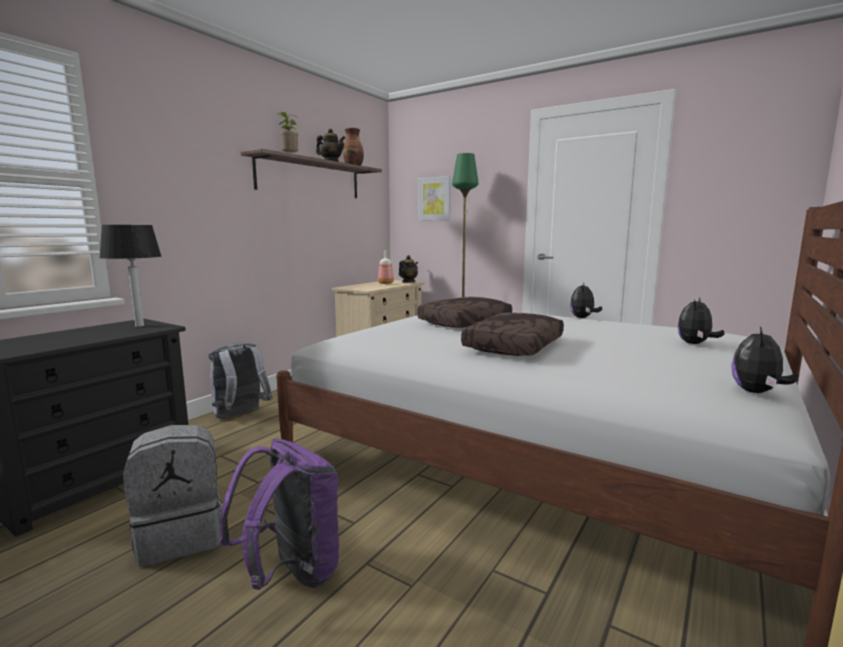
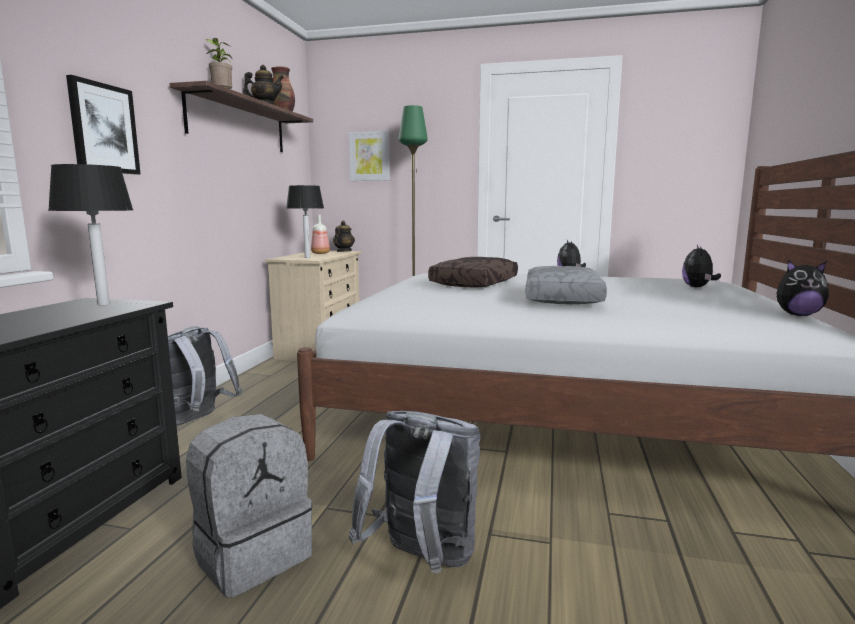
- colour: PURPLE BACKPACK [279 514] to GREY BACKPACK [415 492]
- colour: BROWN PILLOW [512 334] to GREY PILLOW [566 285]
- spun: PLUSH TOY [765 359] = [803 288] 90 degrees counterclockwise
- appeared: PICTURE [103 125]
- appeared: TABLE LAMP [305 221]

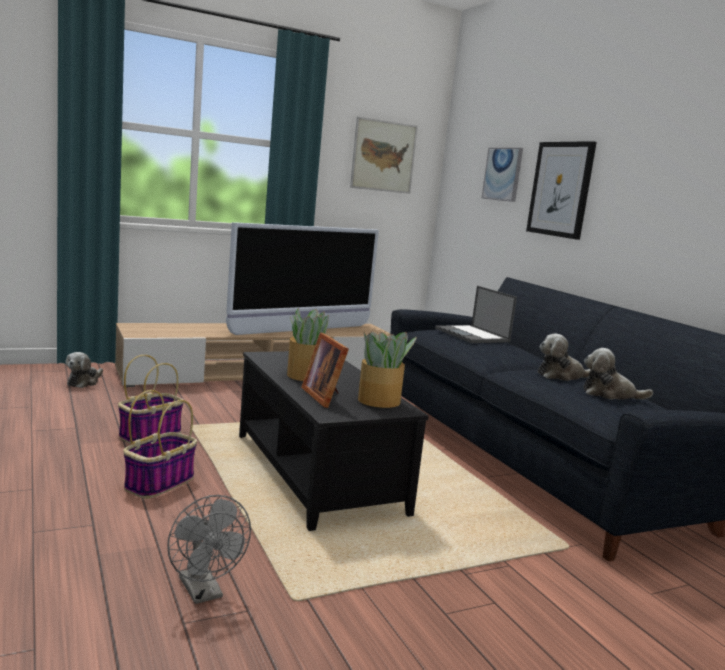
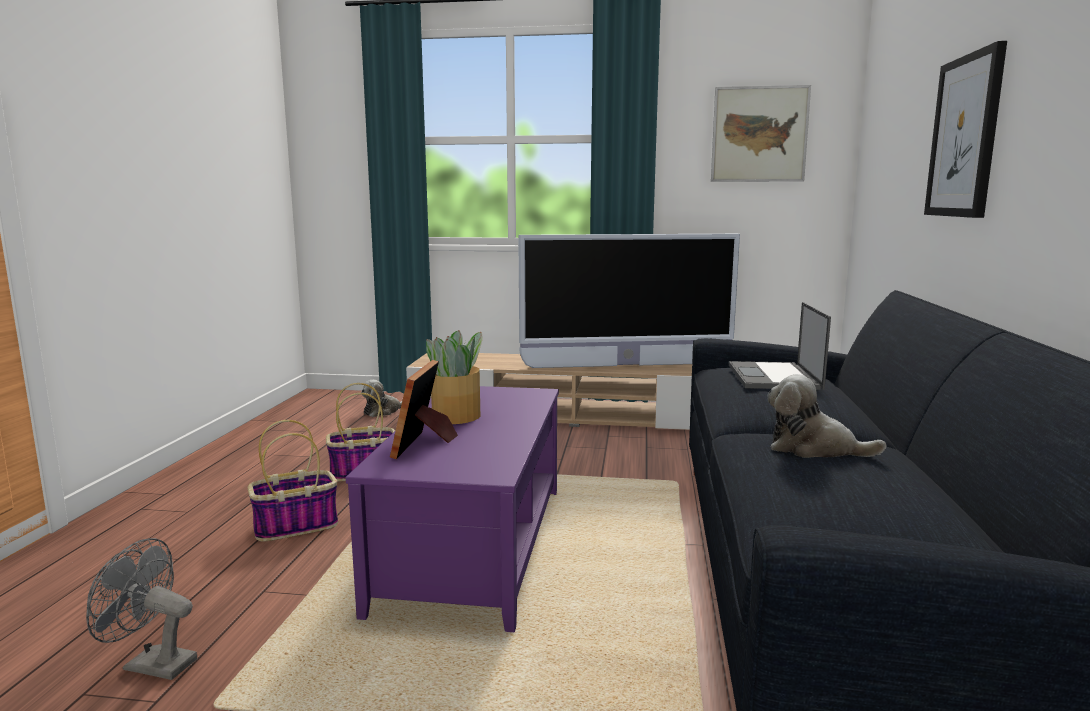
- spun: GREY FAN [209 549] = [141 609] 105 degrees clockwise
- colour: BLACK COFFEE TABLE [334 441] to PURPLE COFFEE TABLE [452 509]
- missing: POTTED PLANT [387 369]
- missing: PICTURE [502 175]
- missing: PLUSH TOY [618 374]

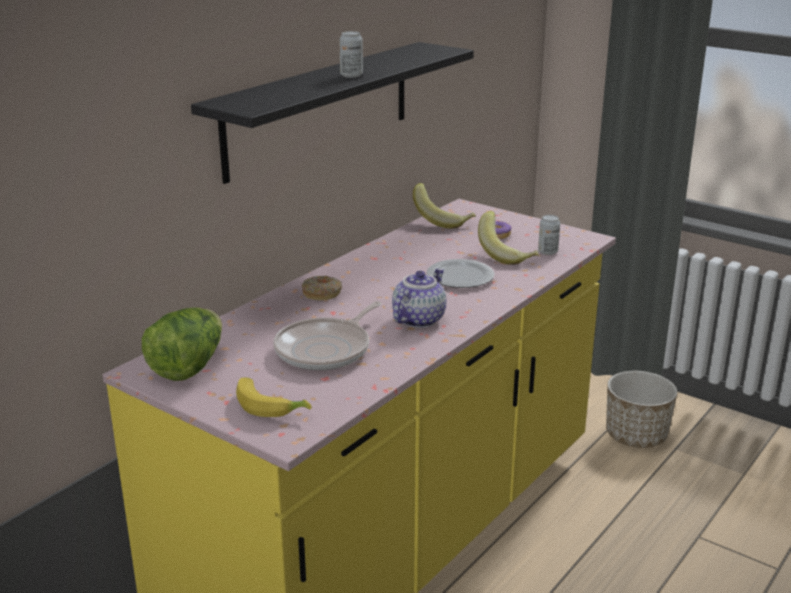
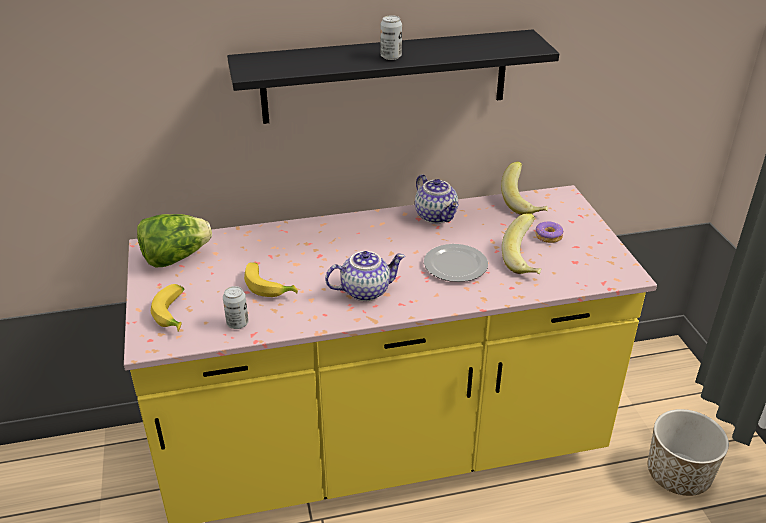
- exchanged: FRYING PAN [327 335] to BANANA [271 279]
- missing: DONUT [322 288]
- relocated: CAN [549 235] to [236 307]
- appeared: TEAPOT [437 199]

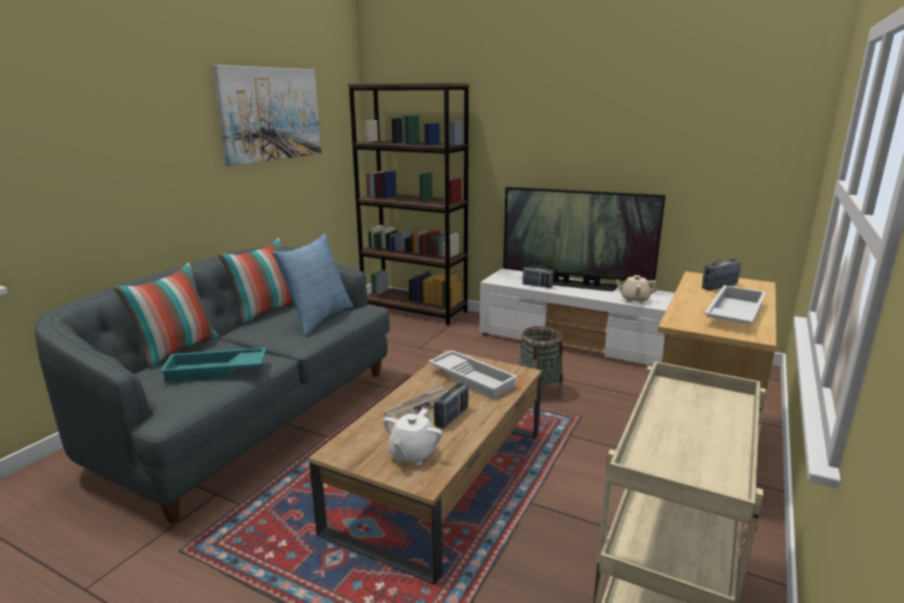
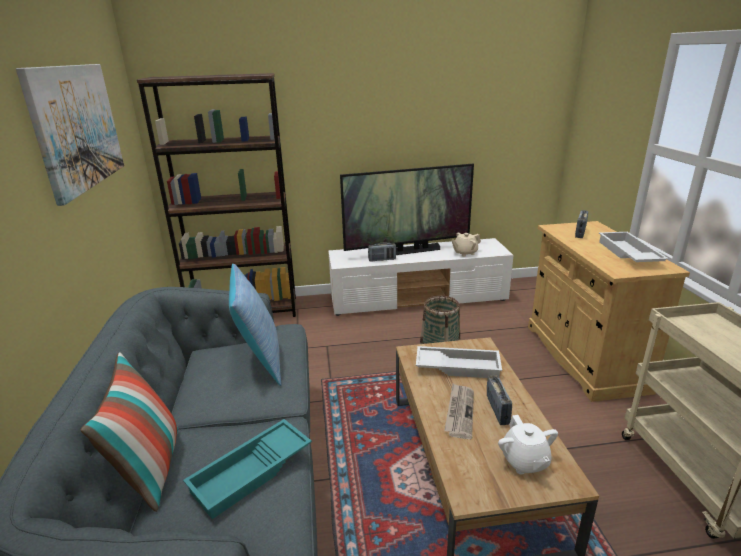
- missing: PILLOW [256 281]

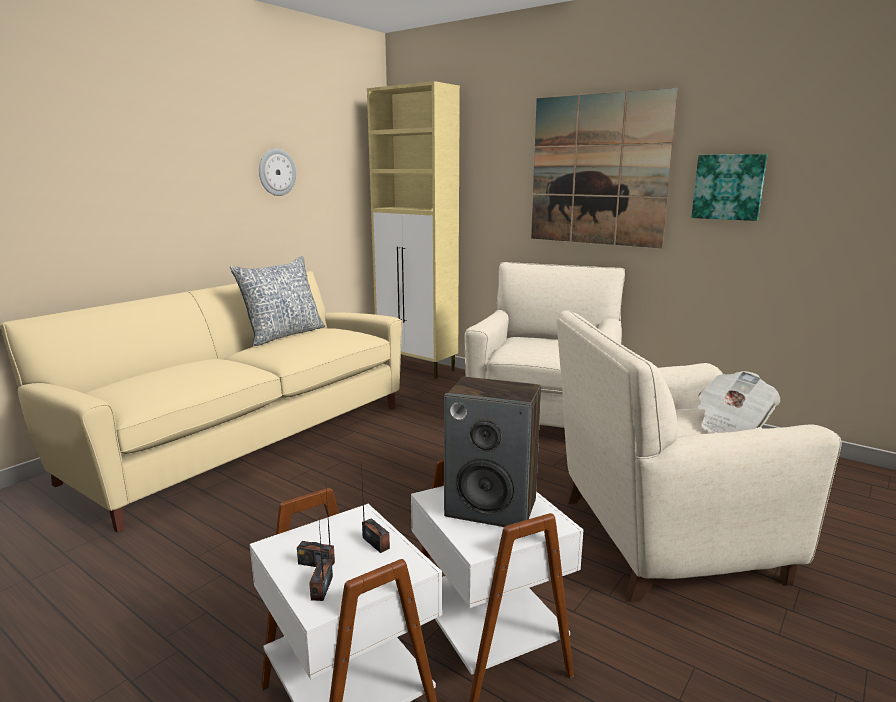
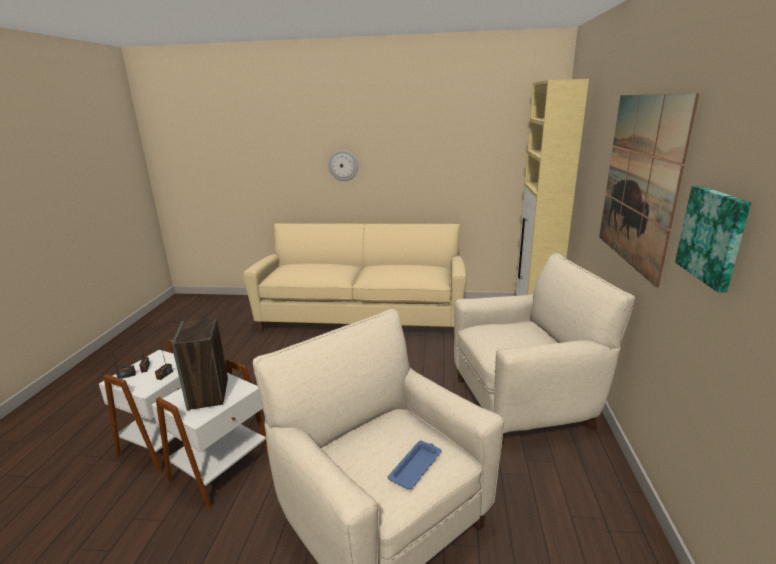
- missing: PILLOW [277 301]
- relocated: WALL CLOCK [277 172] to [343 165]
- exchanged: NEWSPAPER [739 402] to BLUE TRAY [414 465]

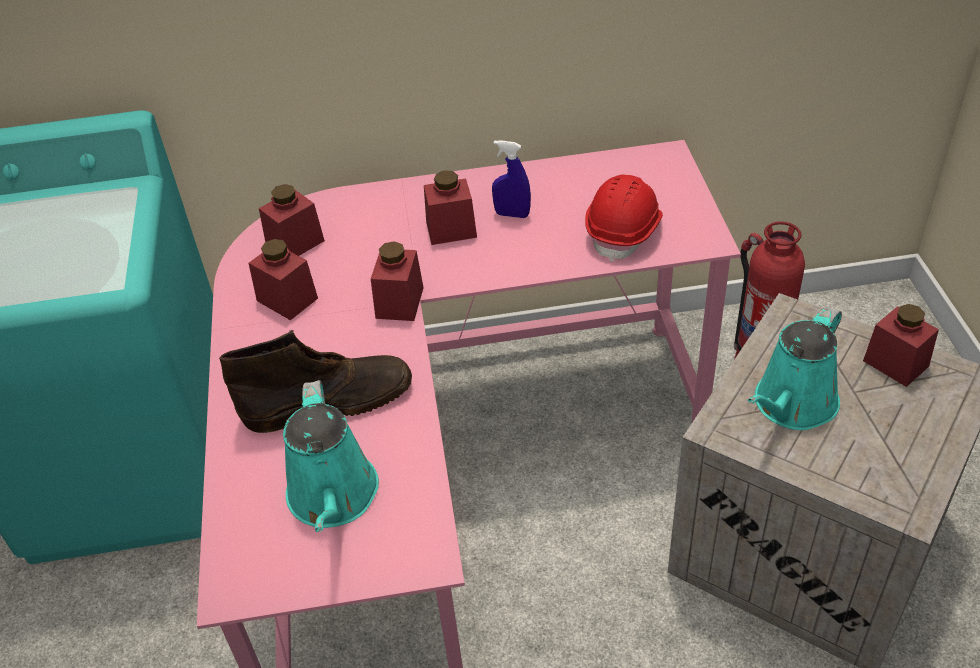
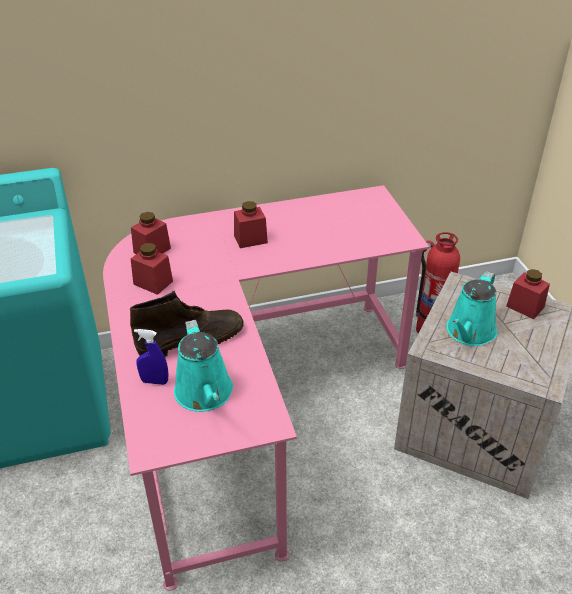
- missing: RED JAR [397 281]
- relocated: BLUE SPRAY BOTTLE [511 179] to [151 357]
- missing: RED HARD HAT [624 218]

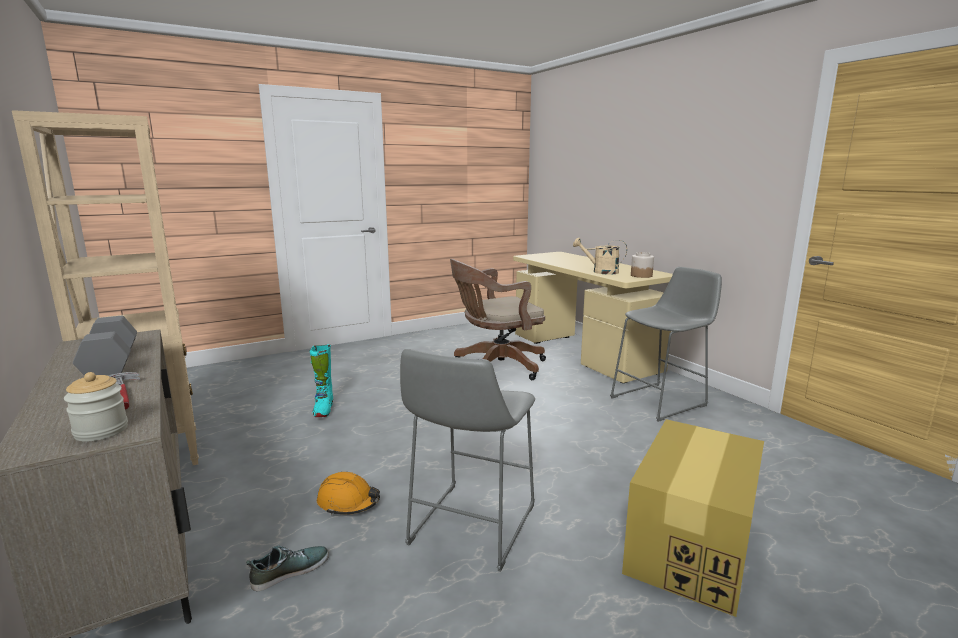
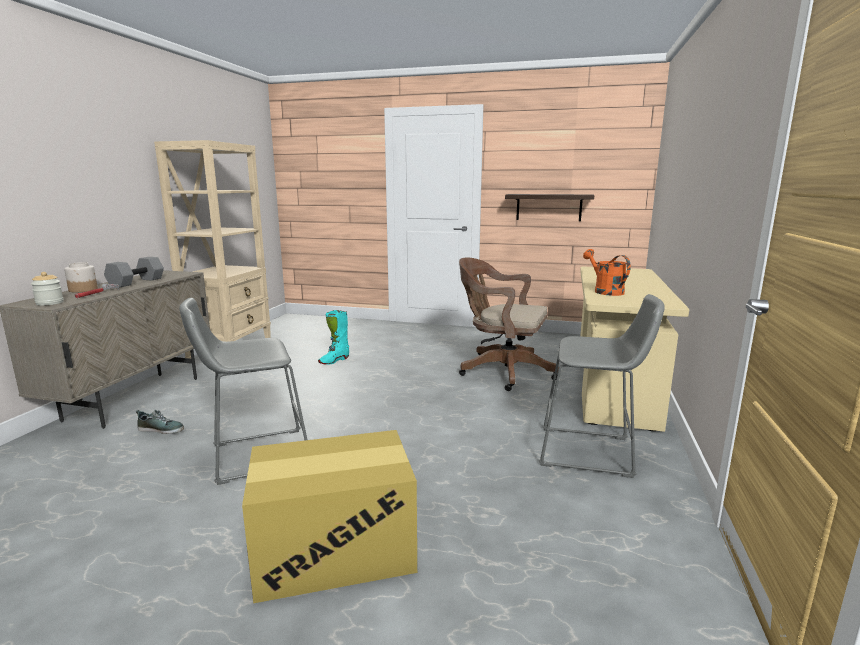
- missing: ORANGE HARD HAT [348 493]
- colour: BEIGE WATERING CAN [600 256] to ORANGE WATERING CAN [607 272]
- relocated: JAR [642 265] to [81 277]
- appeared: SHELF [549 207]

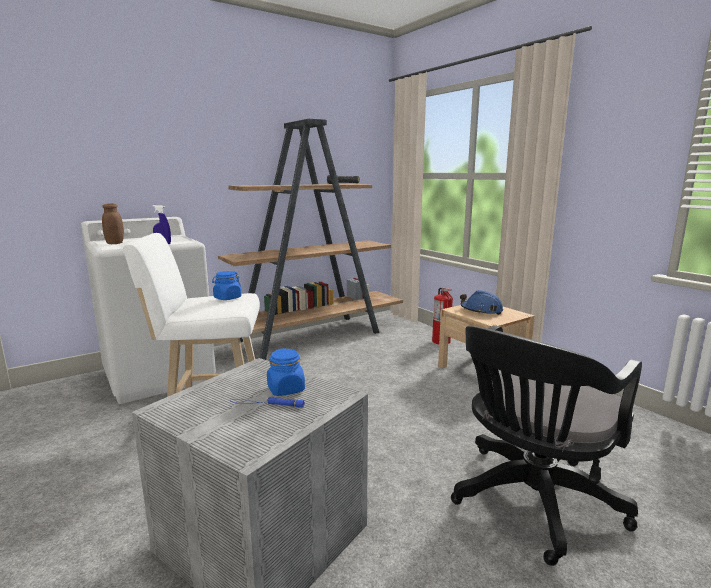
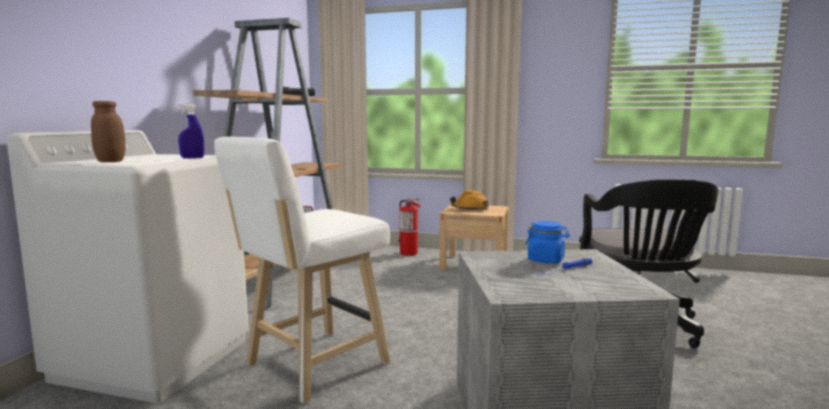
- missing: BLUE JAR [227 285]
- colour: BLUE HARD HAT [481 302] to ORANGE HARD HAT [469 200]

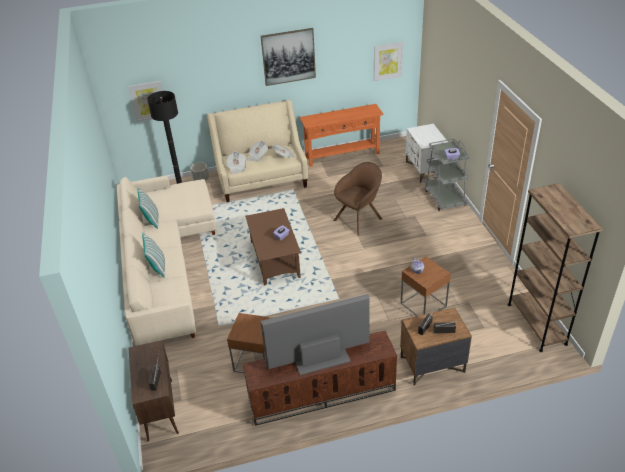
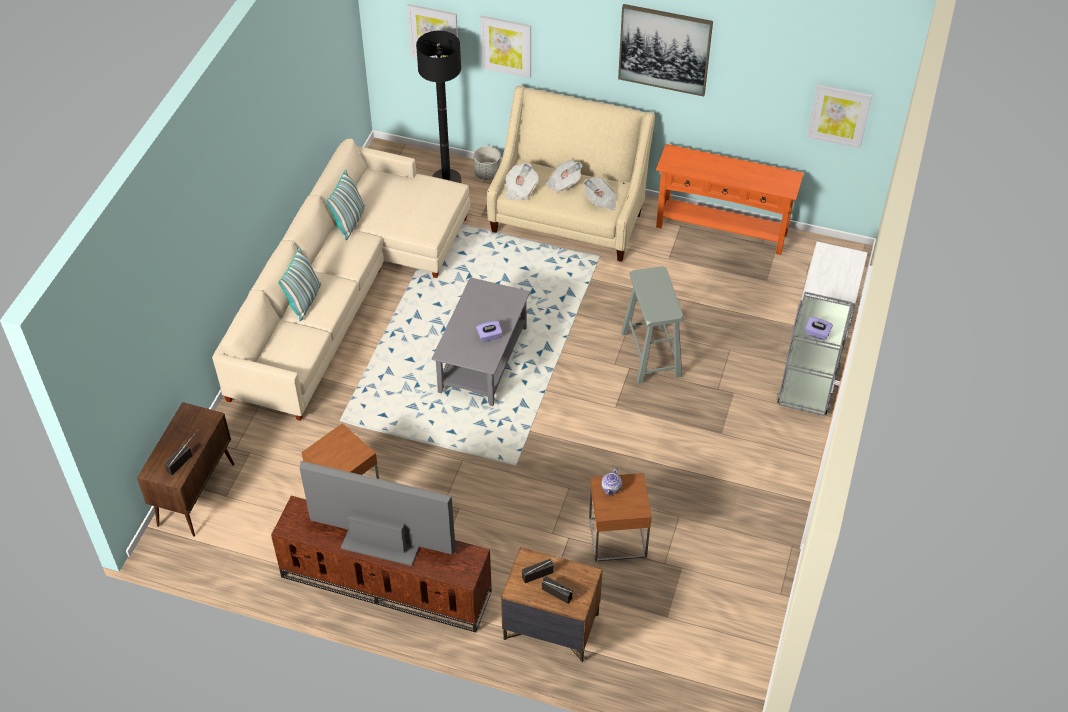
- colour: BROWN COFFEE TABLE [273 246] to GREY COFFEE TABLE [480 341]
- exchanged: BROWN ARMCHAIR [357 198] to GREY STOOL [652 325]
- missing: BROWN BOOKCASE [555 267]
- appeared: PICTURE [505 47]

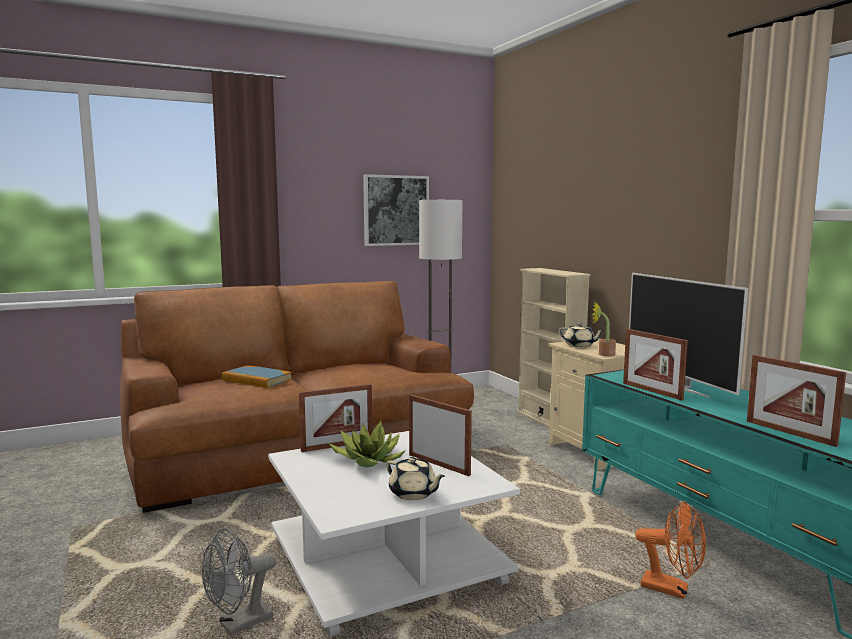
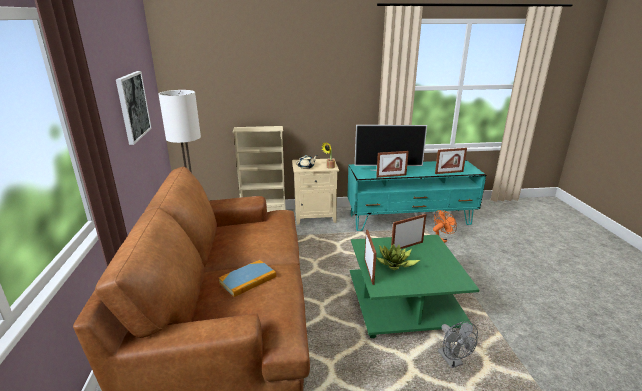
- colour: WHITE COFFEE TABLE [394 534] to GREEN COFFEE TABLE [414 286]
- missing: BEIGE TEAPOT [415 478]

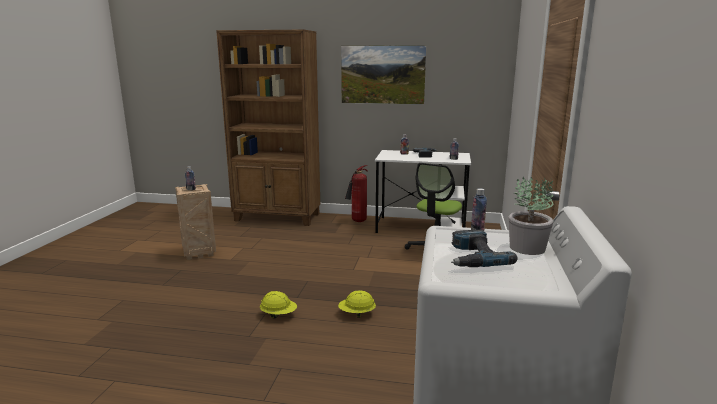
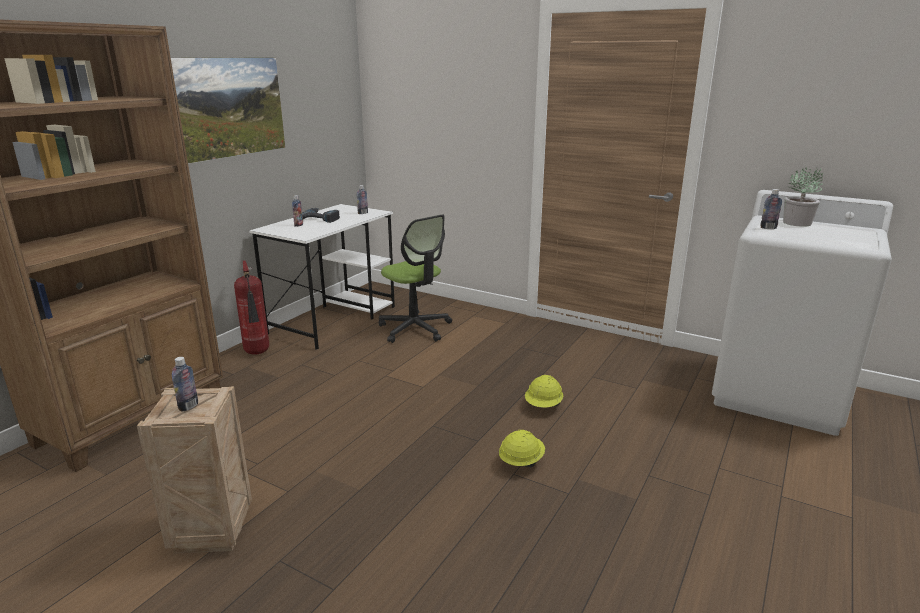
- missing: POWER DRILL [484 248]

